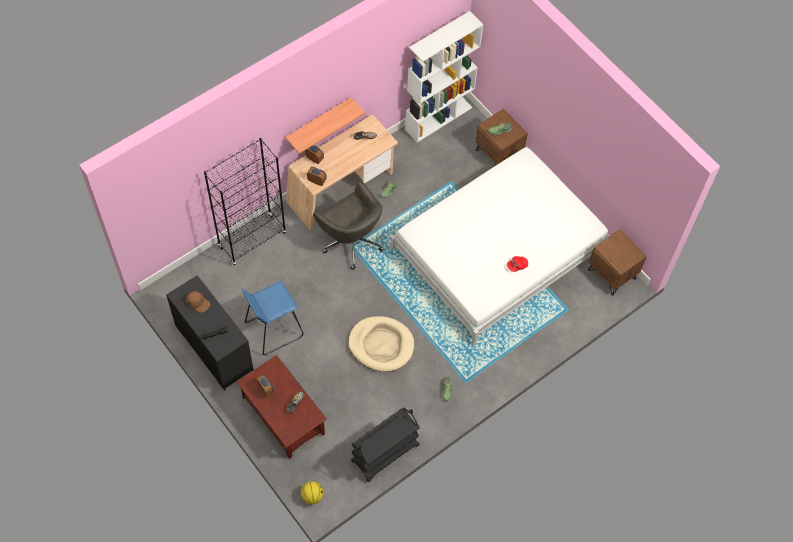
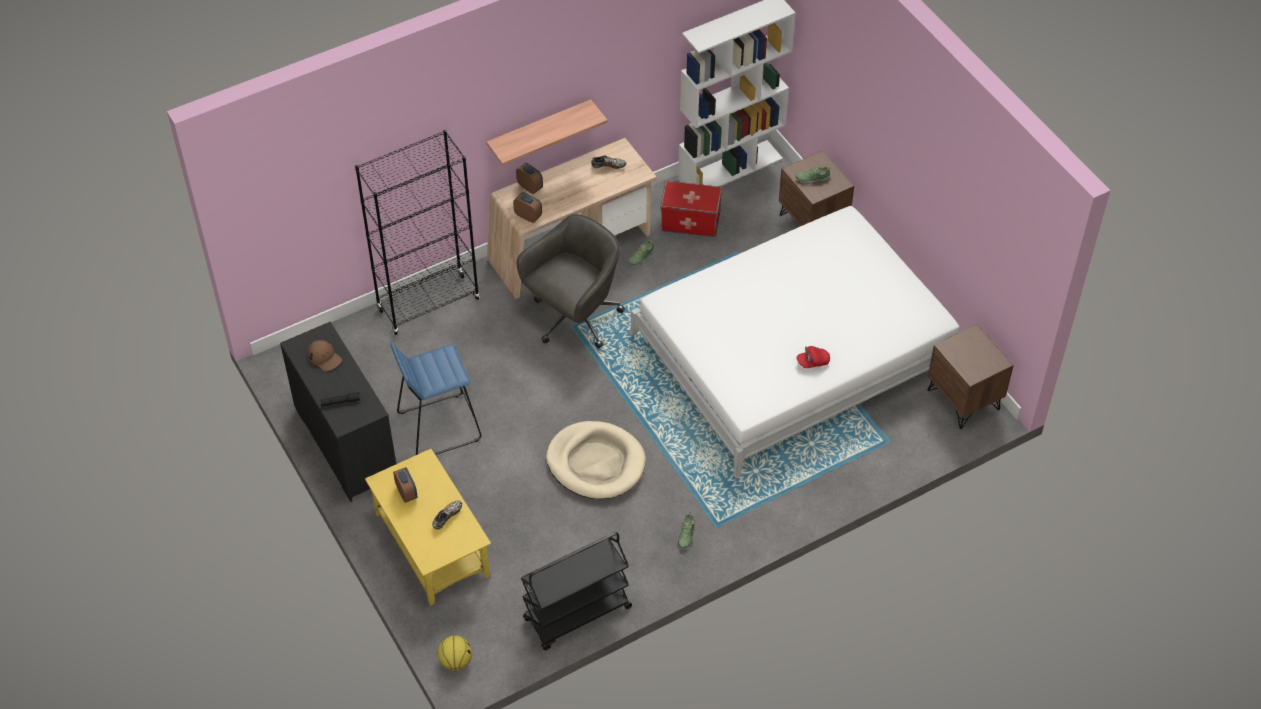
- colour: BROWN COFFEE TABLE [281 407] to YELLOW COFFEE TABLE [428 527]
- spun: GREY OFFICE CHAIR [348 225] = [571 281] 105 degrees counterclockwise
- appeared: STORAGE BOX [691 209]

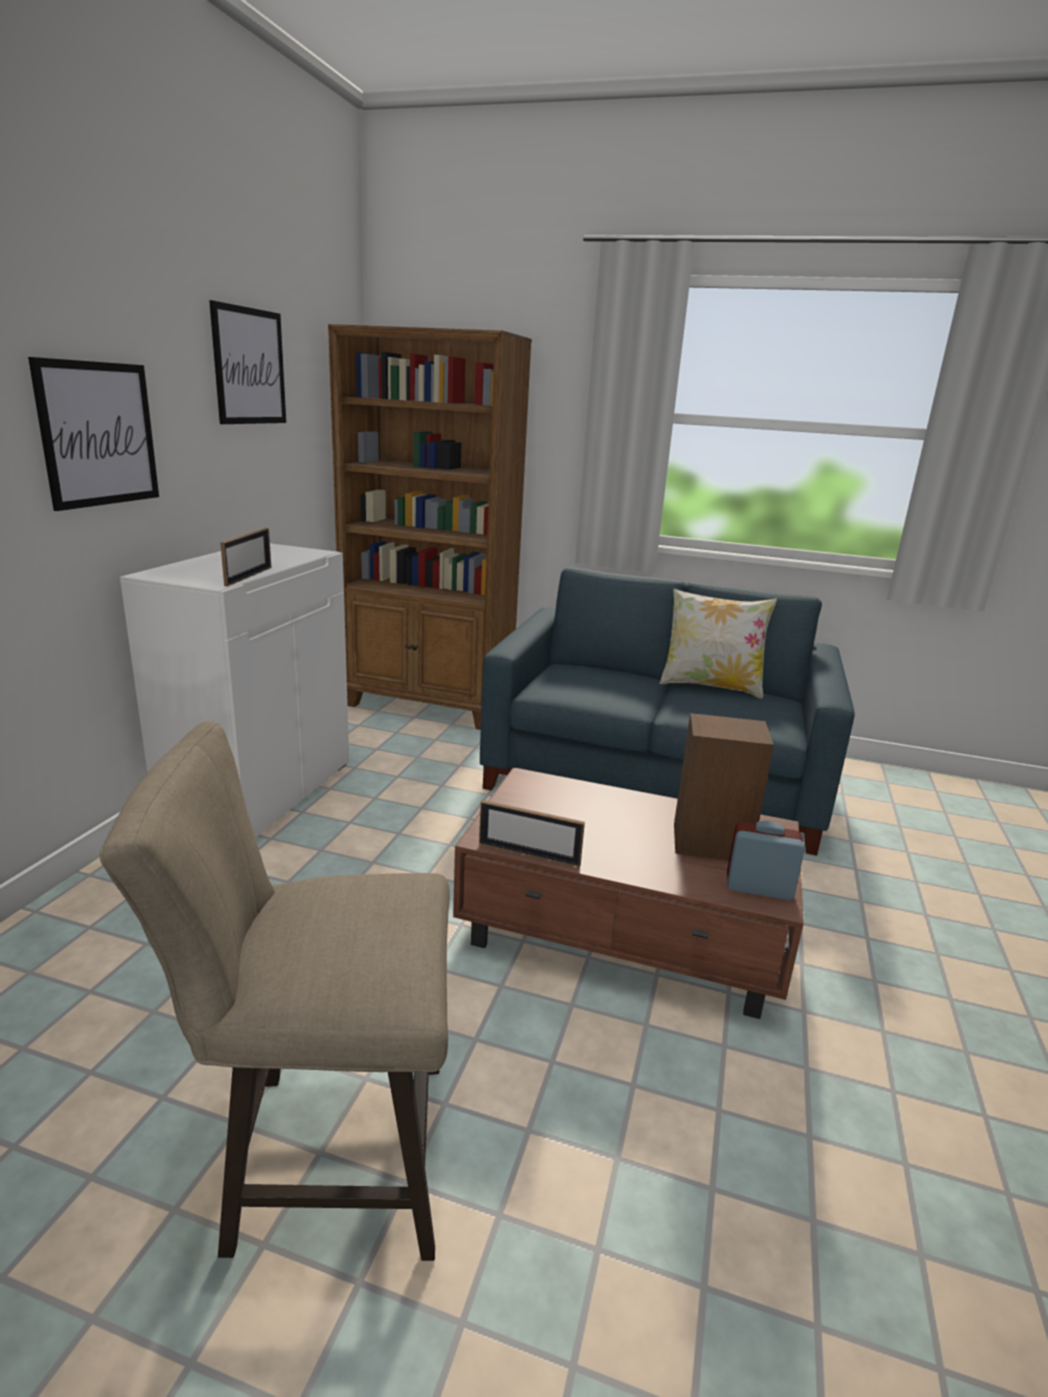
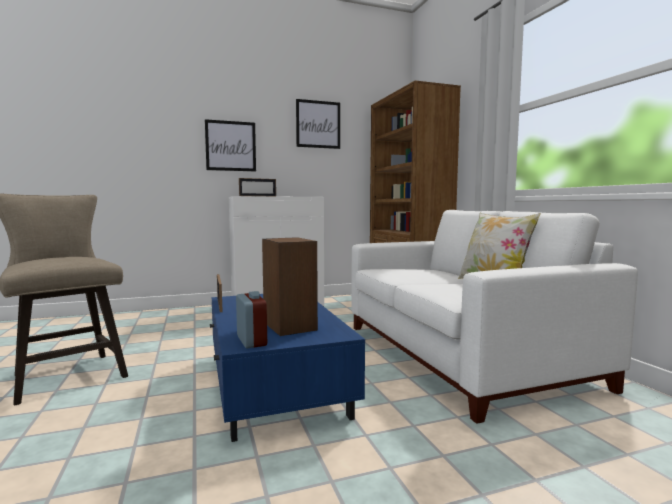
- colour: BROWN COFFEE TABLE [628 893] to BLUE COFFEE TABLE [287 368]
- colour: BLUE SOFA [667 711] to WHITE SOFA [494 317]

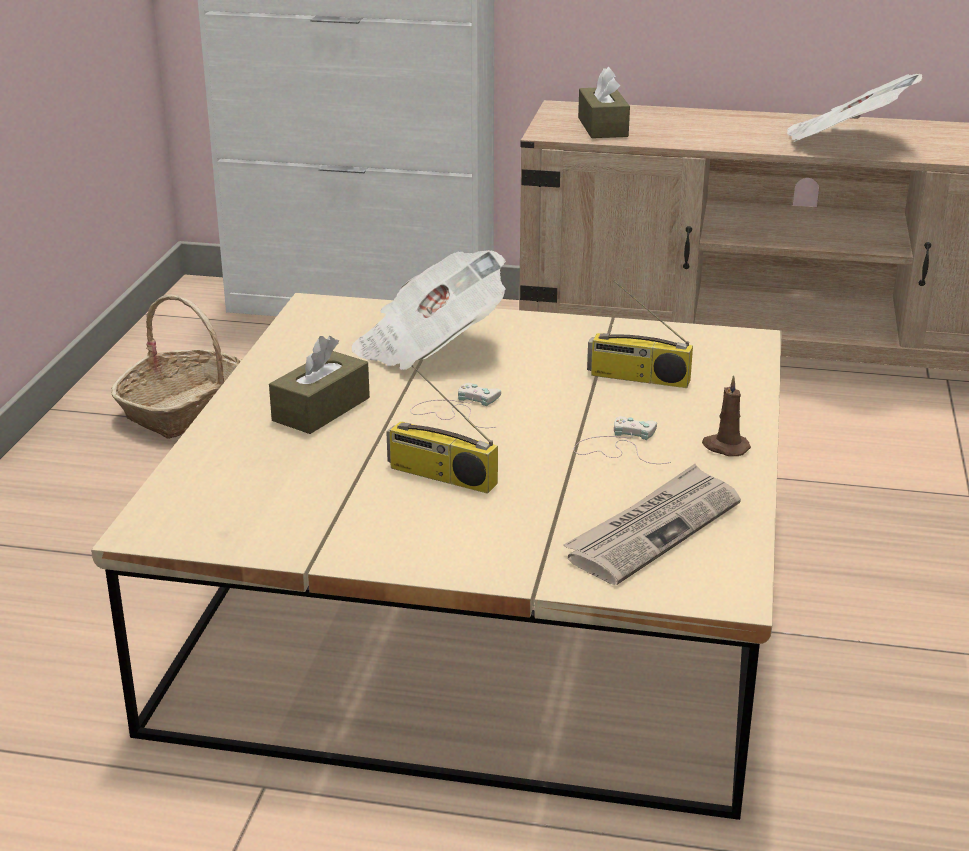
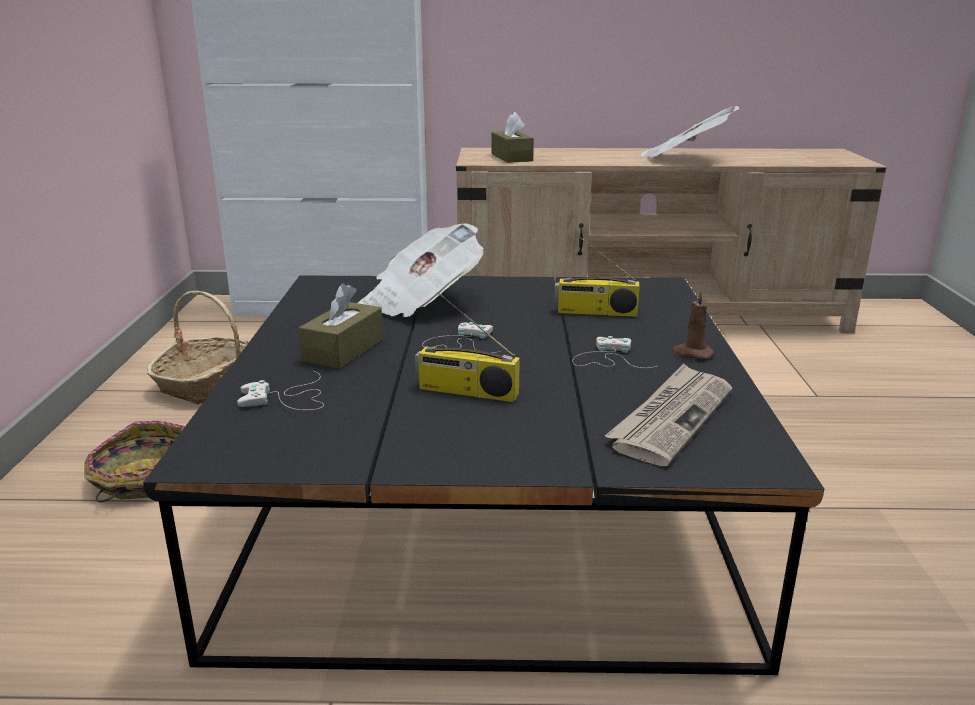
- colour: BEIGE COFFEE TABLE [436 556] to BLACK COFFEE TABLE [483 475]
- appeared: BASKET [134 461]
- appeared: WHITE GAME CONTROLLER [280 390]

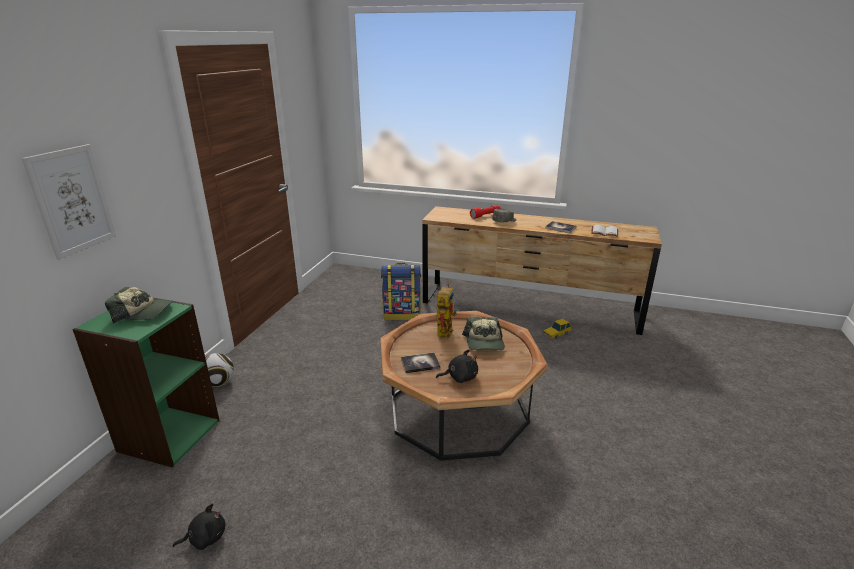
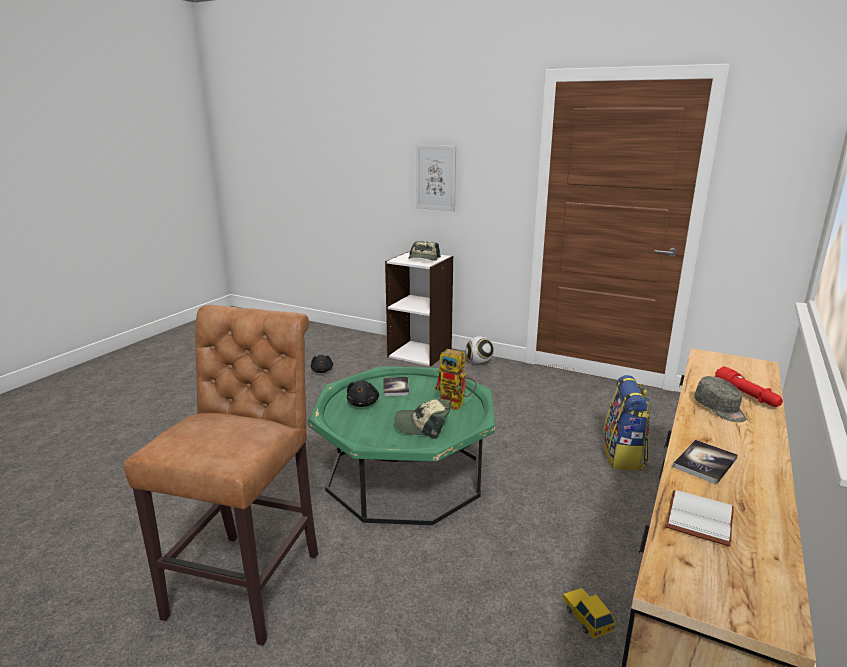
- colour: GREEN BOOKCASE [145 382] to WHITE BOOKCASE [419 308]
- colour: BROWN COFFEE TABLE [463 386] to GREEN COFFEE TABLE [401 445]
- appeared: BROWN STOOL [220 475]

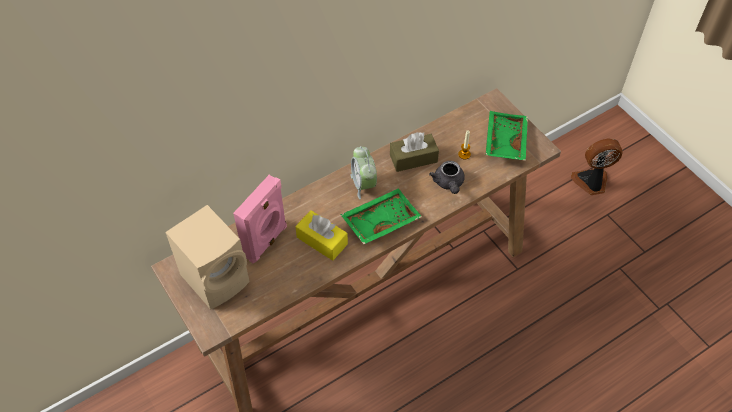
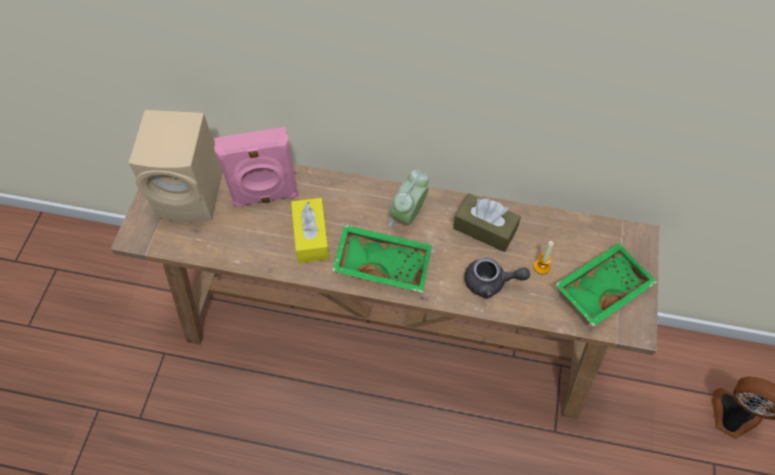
- spun: GREY TEAPOT [447 177] = [497 277] 120 degrees counterclockwise

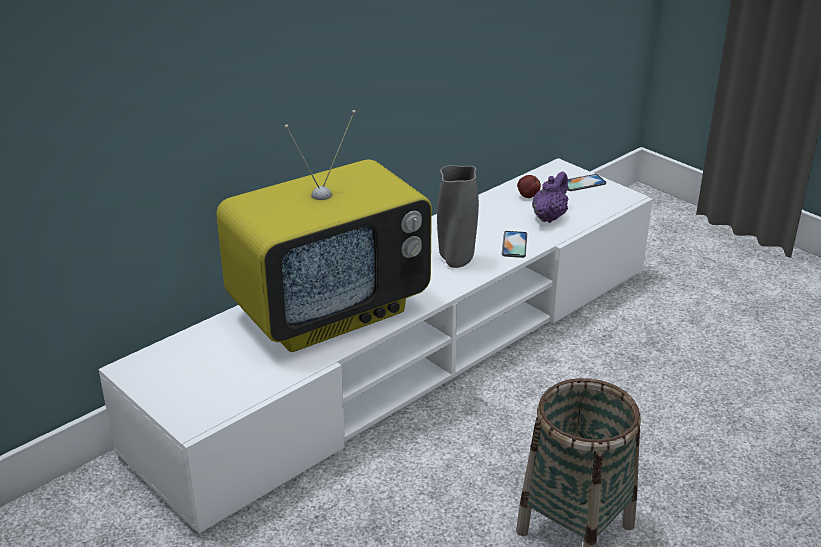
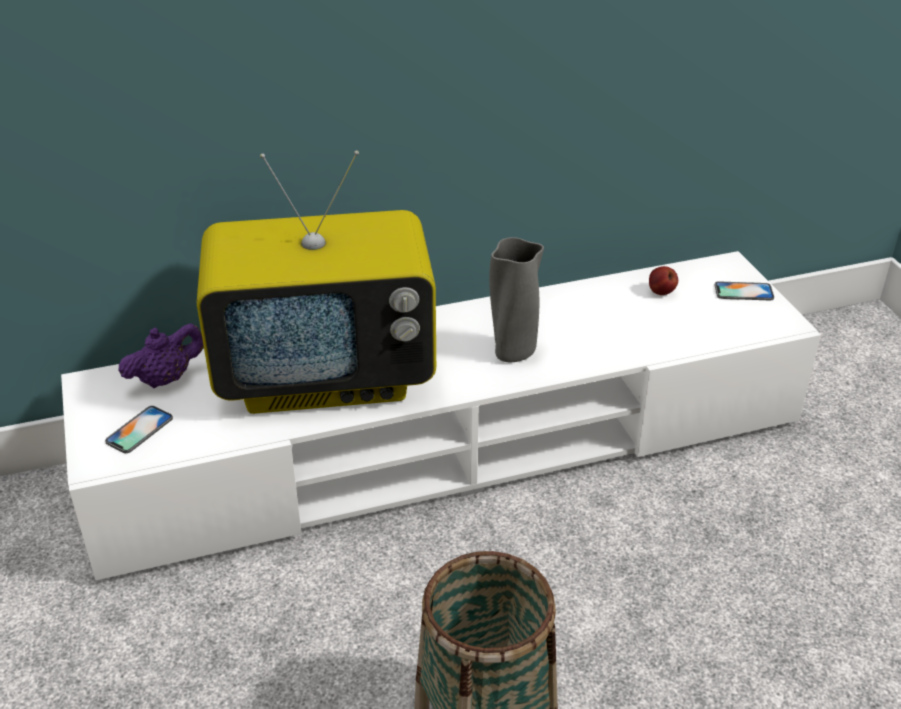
- relocated: PHONE [514 244] to [139 429]
- relocated: PURPLE TEAPOT [550 197] to [161 355]

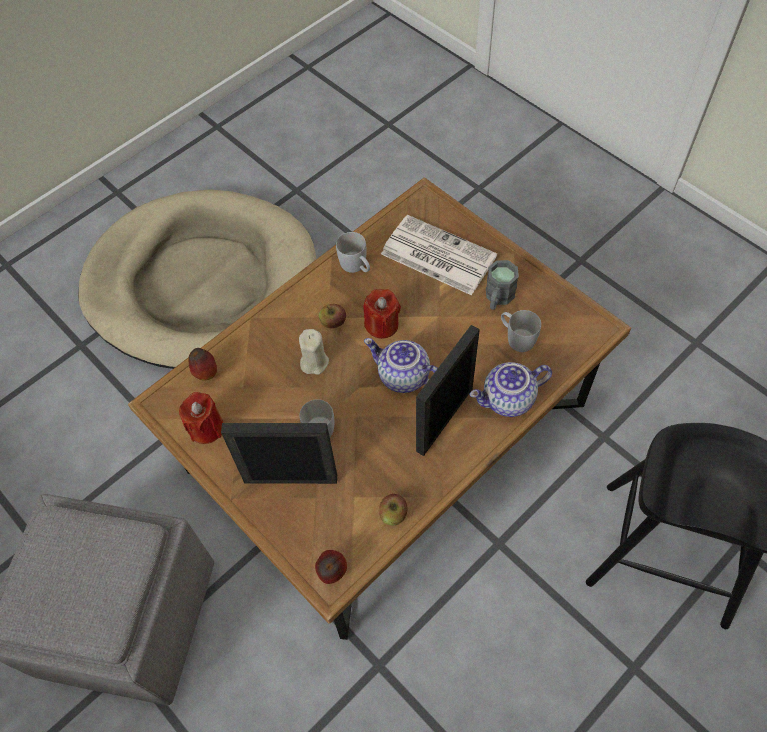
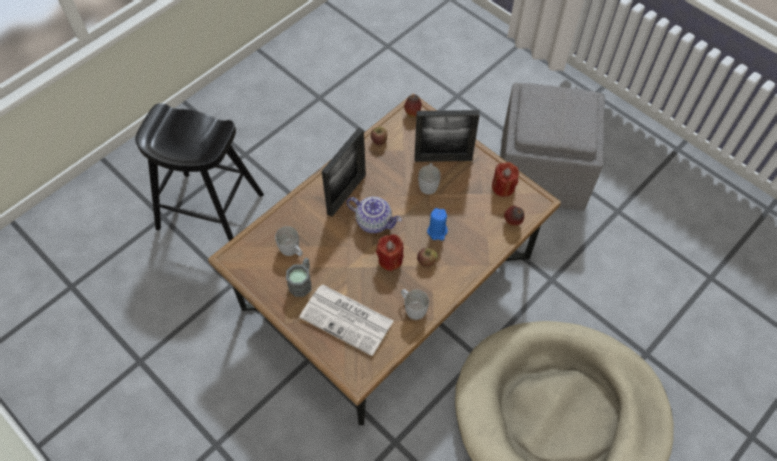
- colour: BEIGE CANDLE [314 352] to BLUE CANDLE [437 224]
- missing: TEAPOT [510 389]

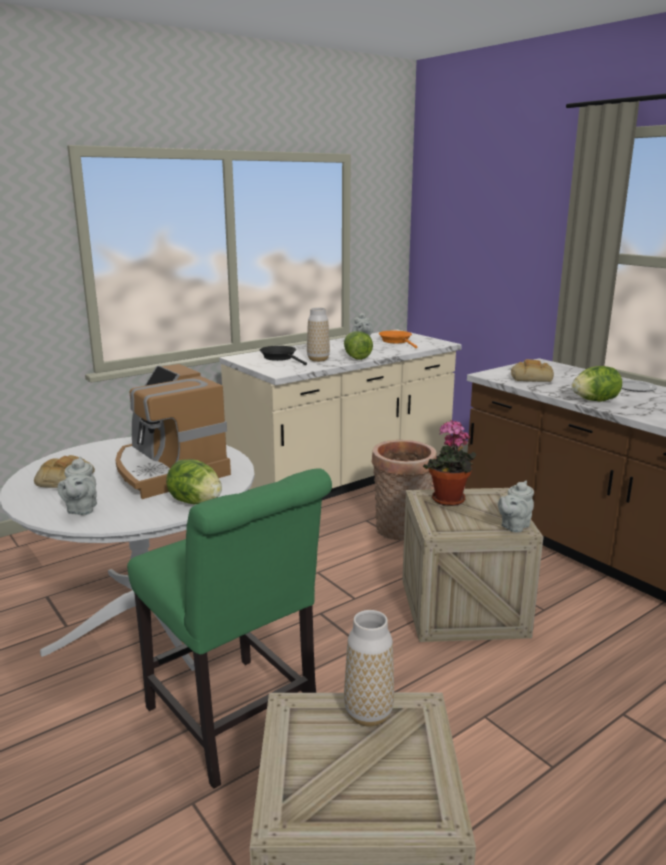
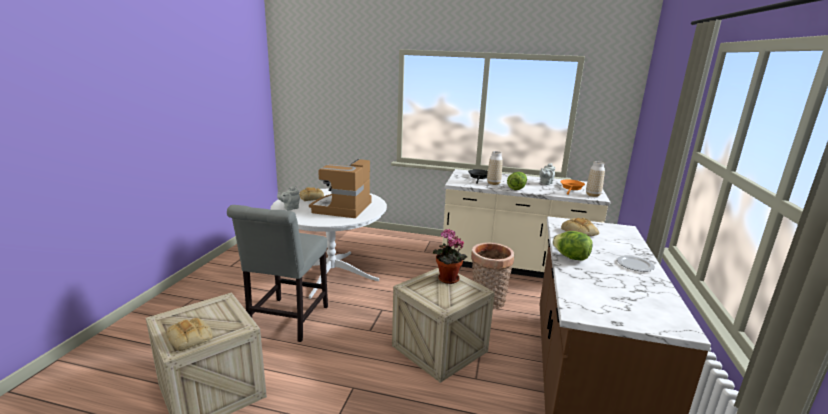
- colour: GREEN CHAIR [229 628] to GREY CHAIR [277 273]
- missing: LETTUCE [194 482]
- relocated: VASE [369 668] to [595 179]
- missing: GREY TEAPOT [516 507]
- appeared: BREAD [189 334]

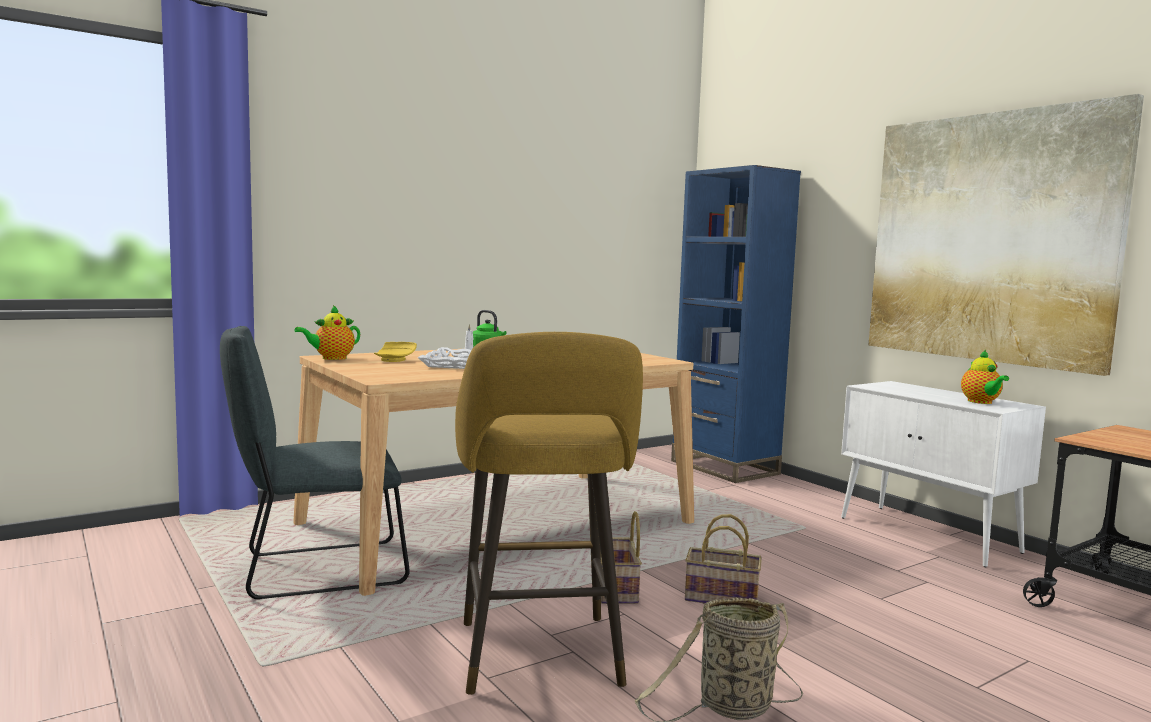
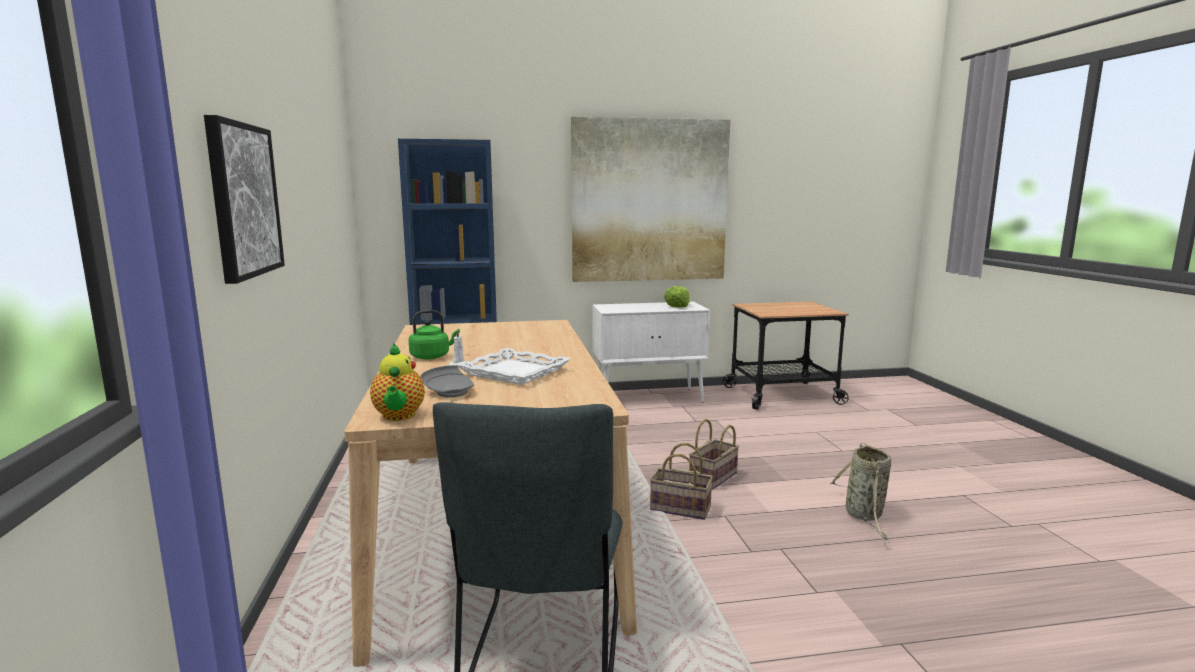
- colour: YELLOW PLATE [395 352] to GREY PLATE [447 381]
- missing: YELLOW STOOL [549 513]
- exchanged: TEAPOT [985 377] to LETTUCE [677 297]
- appeared: PICTURE [244 199]

